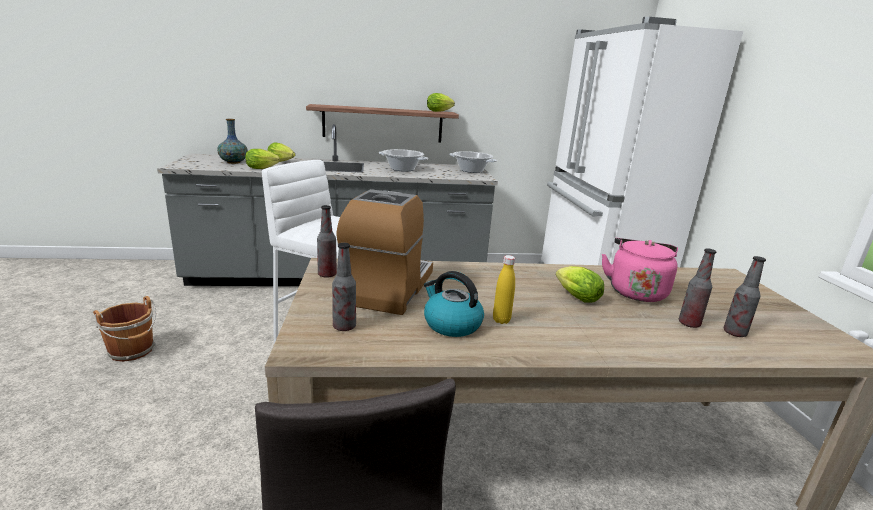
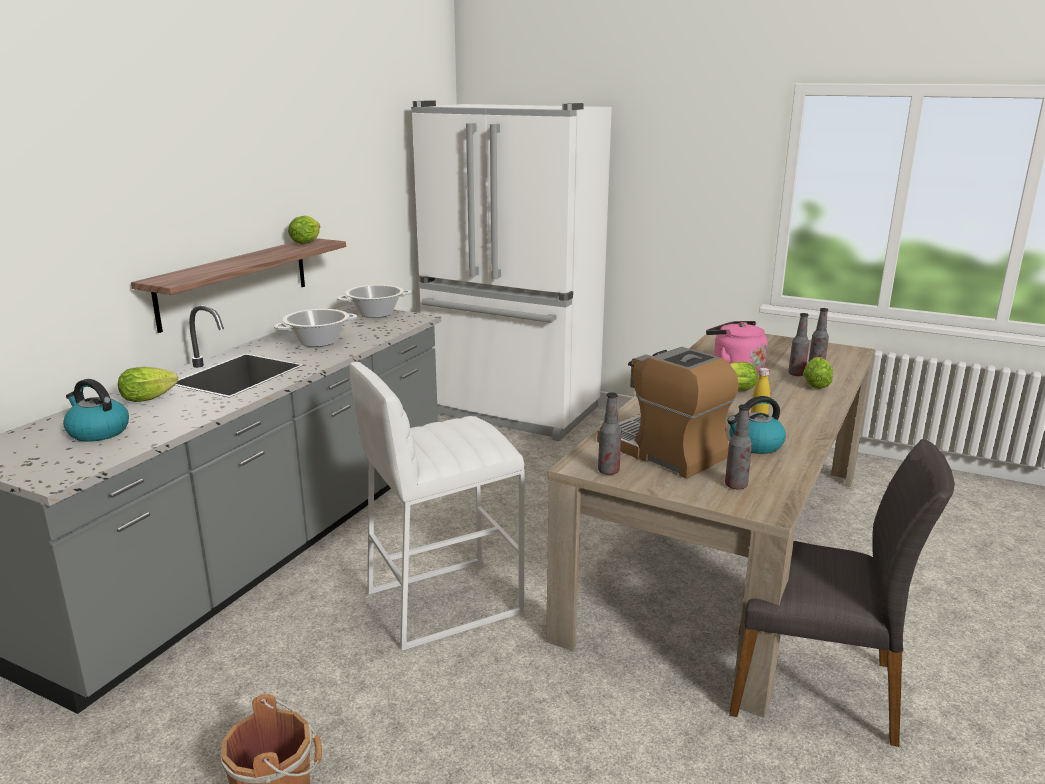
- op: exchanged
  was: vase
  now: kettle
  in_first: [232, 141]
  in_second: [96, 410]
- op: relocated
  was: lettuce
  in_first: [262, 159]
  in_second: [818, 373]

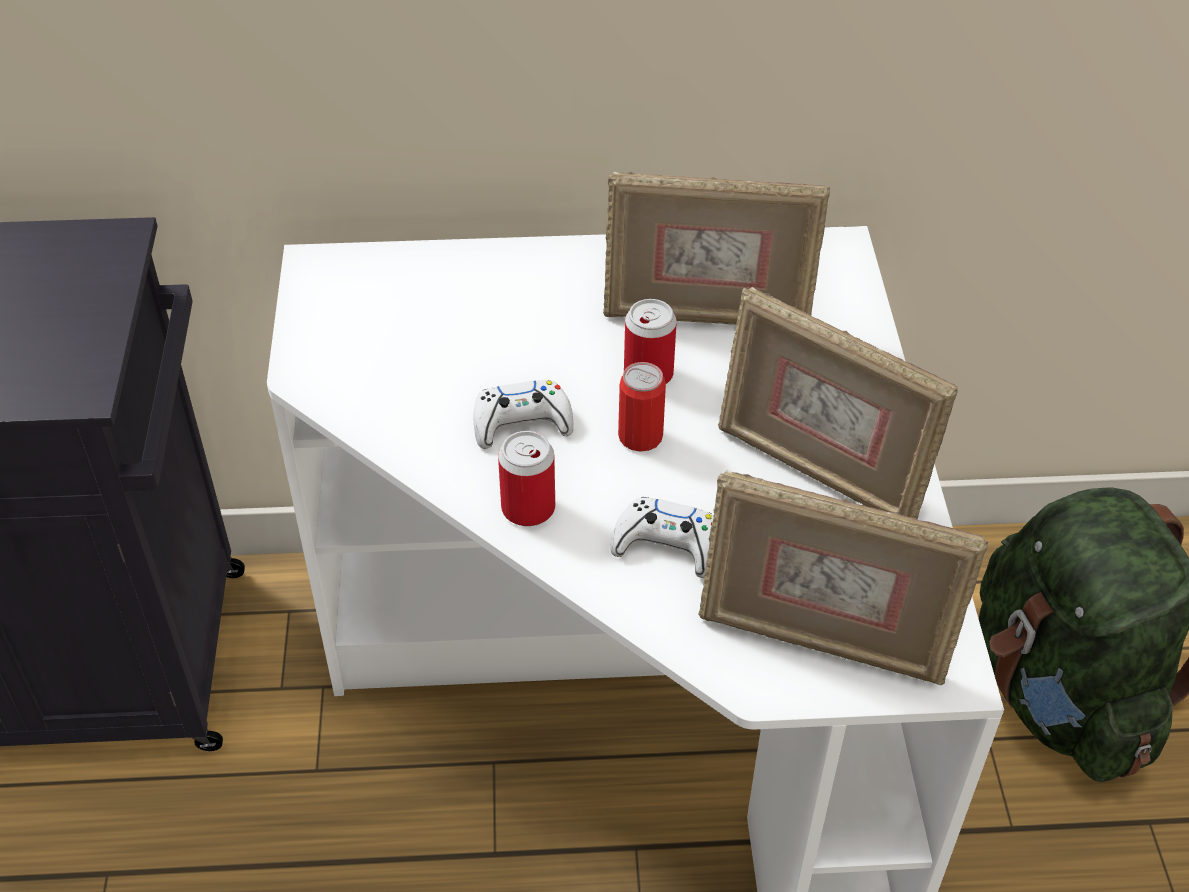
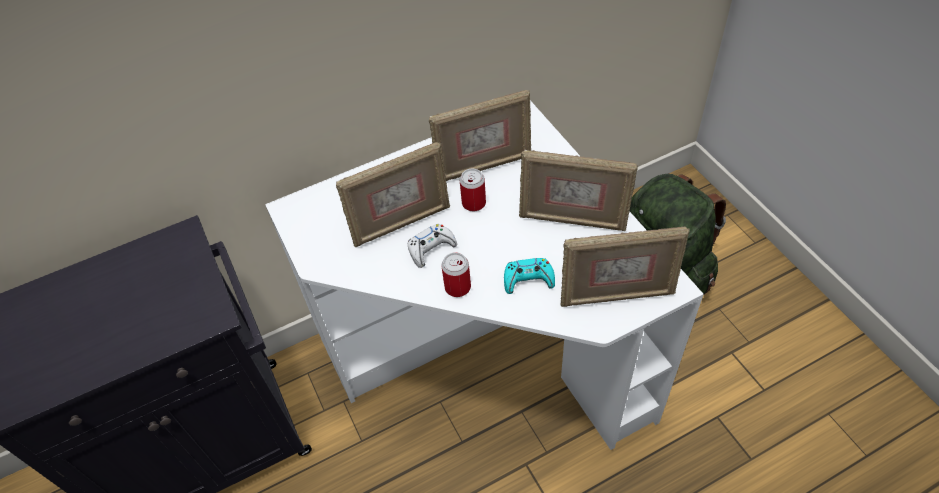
- op: colour
  was: white game controller
  now: turquoise game controller
  in_first: [662, 537]
  in_second: [529, 276]
- op: missing
  was: can
  in_first: [642, 407]
- op: appeared
  now: picture frame
  in_second: [393, 194]

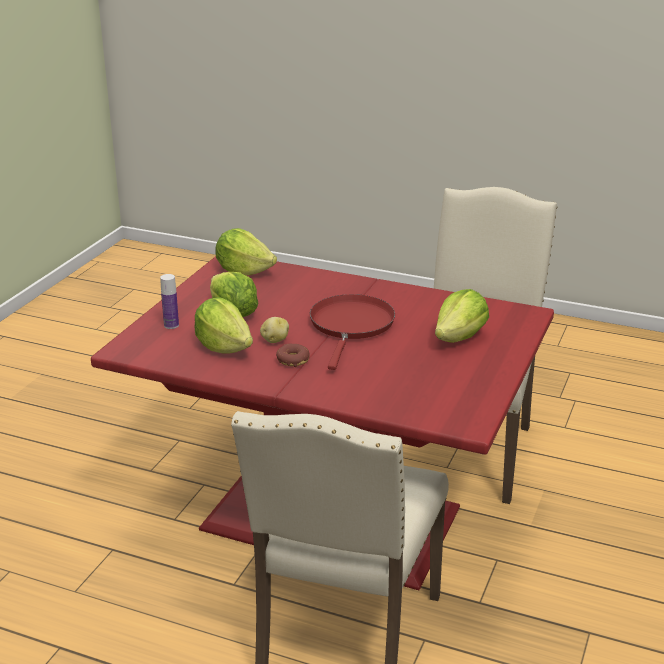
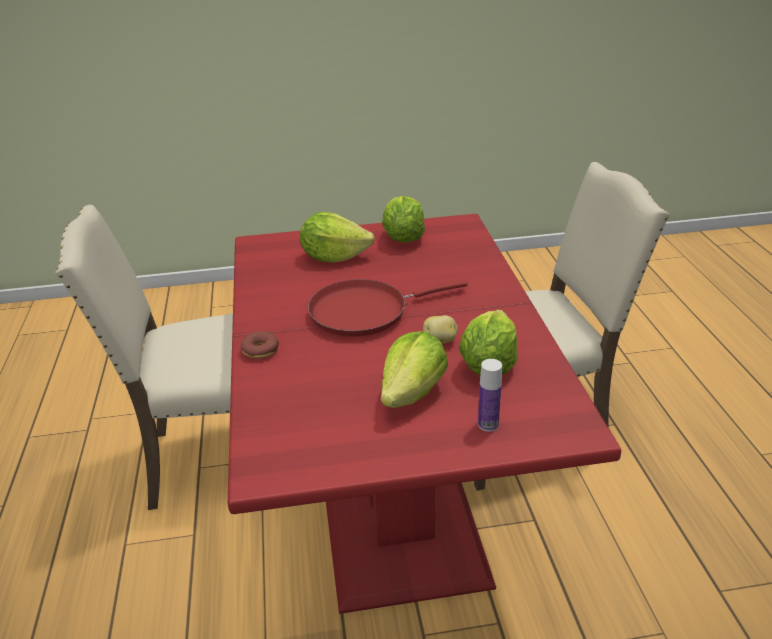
- op: relocated
  was: lettuce
  in_first: [246, 251]
  in_second: [403, 219]
- op: relocated
  was: donut
  in_first: [292, 355]
  in_second: [259, 345]

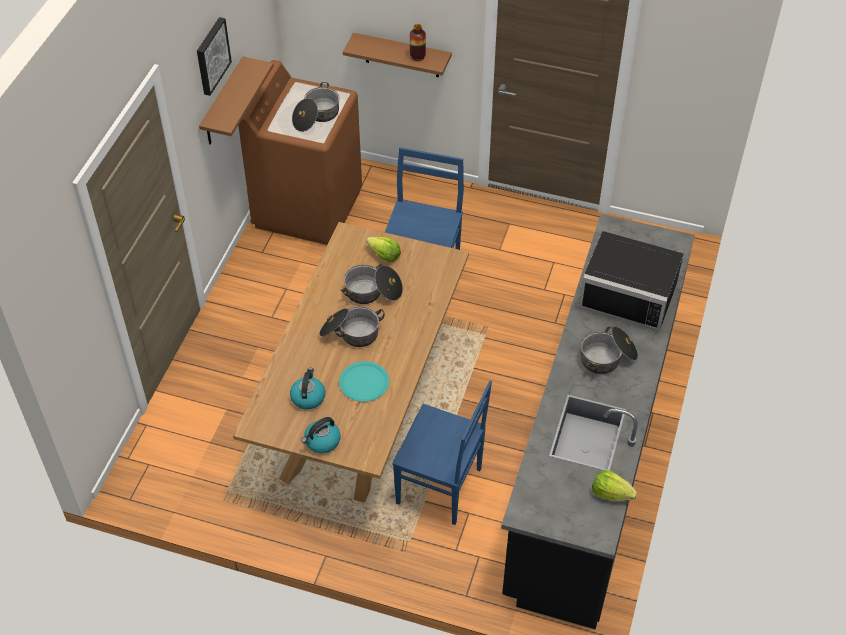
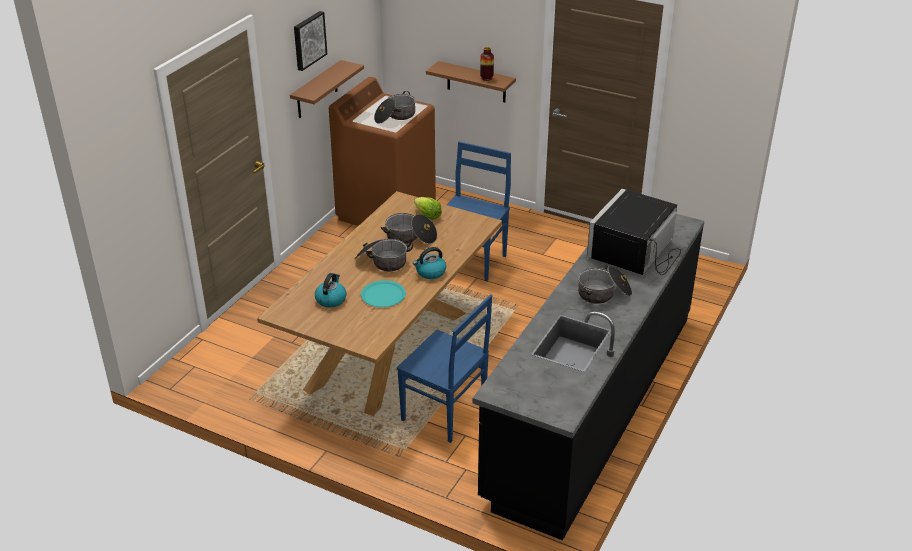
- op: relocated
  was: kettle
  in_first: [320, 435]
  in_second: [429, 263]
- op: spun
  was: black microwave
  in_first: [631, 281]
  in_second: [634, 232]
  clockwise: 90
- op: missing
  was: lettuce
  in_first: [615, 485]

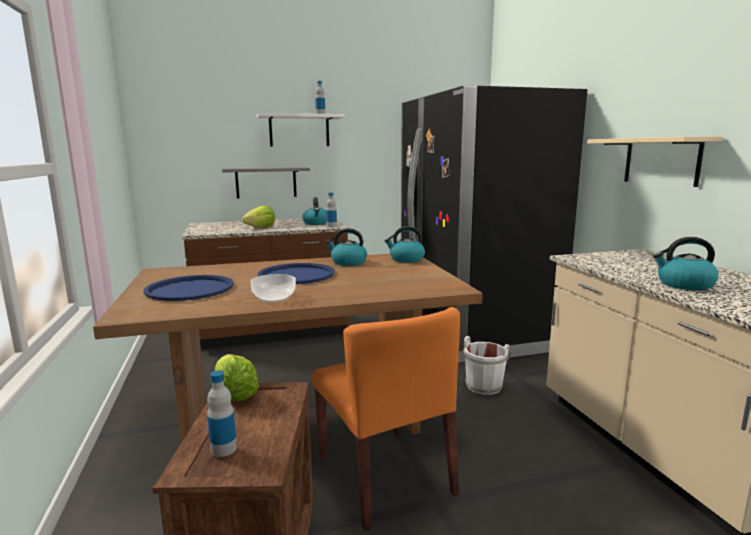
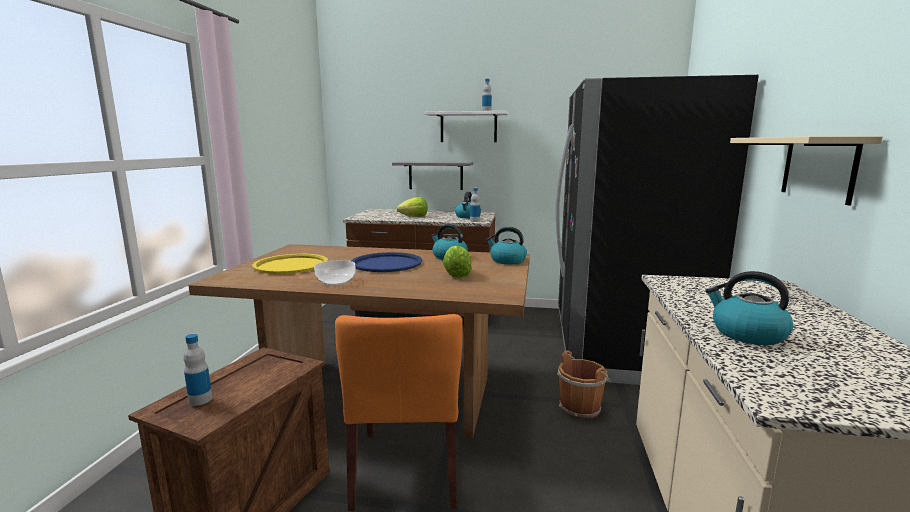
- op: colour
  was: blue tray
  now: yellow tray
  in_first: [188, 288]
  in_second: [290, 264]
- op: relocated
  was: lettuce
  in_first: [237, 377]
  in_second: [457, 261]
- op: colour
  was: white bucket
  now: brown bucket
  in_first: [487, 365]
  in_second: [584, 384]

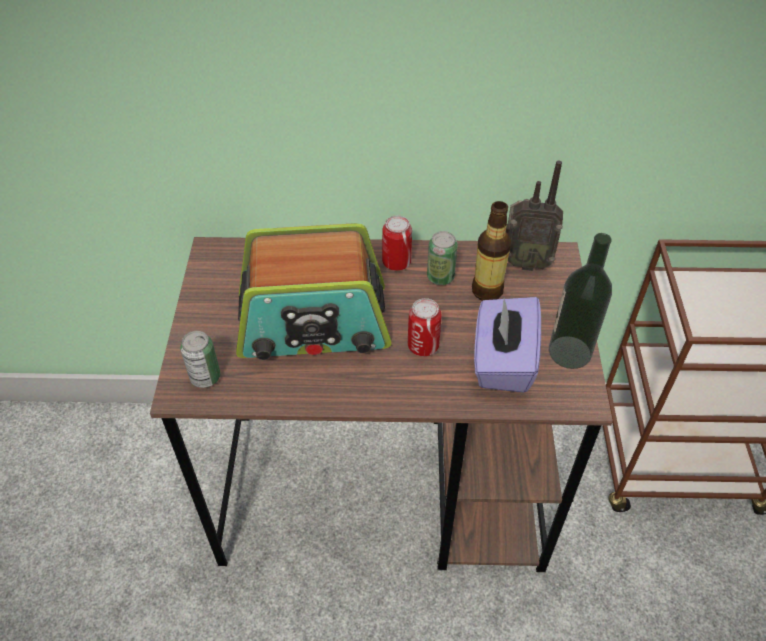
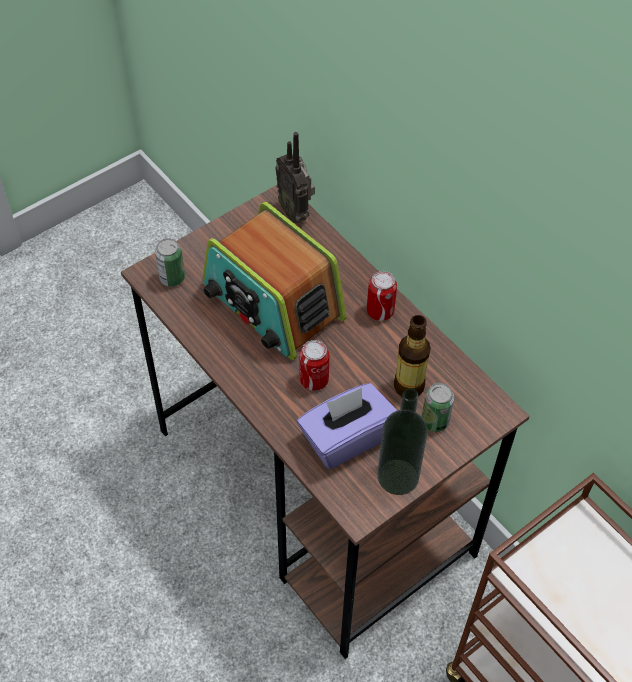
- op: relocated
  was: can
  in_first: [442, 258]
  in_second: [438, 407]
- op: relocated
  was: radio
  in_first: [534, 216]
  in_second: [295, 177]

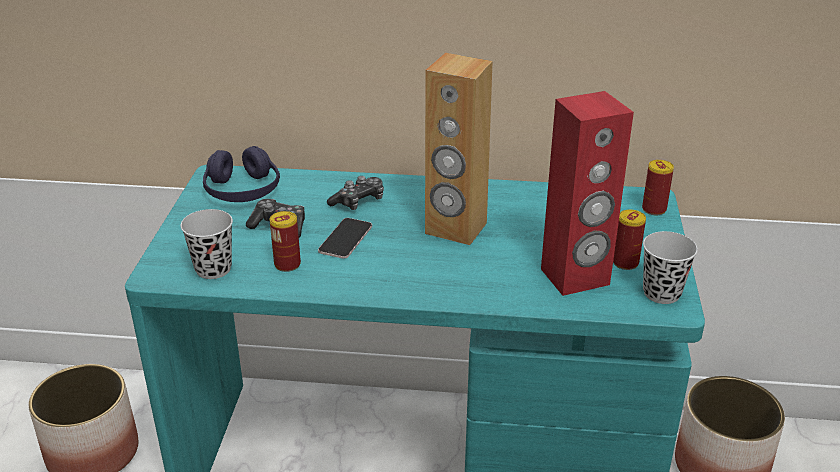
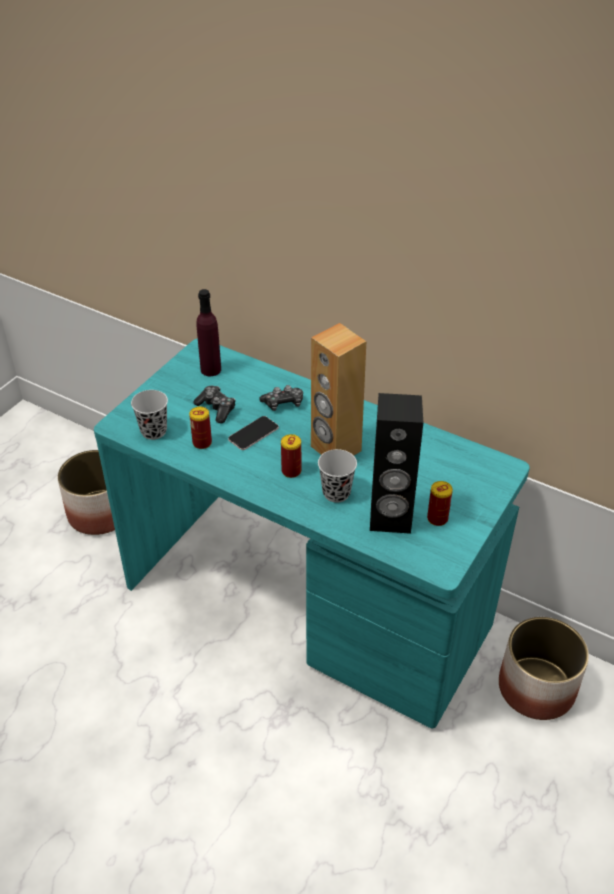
- op: exchanged
  was: purple headphones
  now: purple bottle
  in_first: [241, 174]
  in_second: [208, 332]
- op: colour
  was: red speaker
  now: black speaker
  in_first: [587, 193]
  in_second: [396, 463]
- op: relocated
  was: can
  in_first: [658, 187]
  in_second: [291, 456]
- op: relocated
  was: black cup
  in_first: [670, 267]
  in_second: [337, 476]

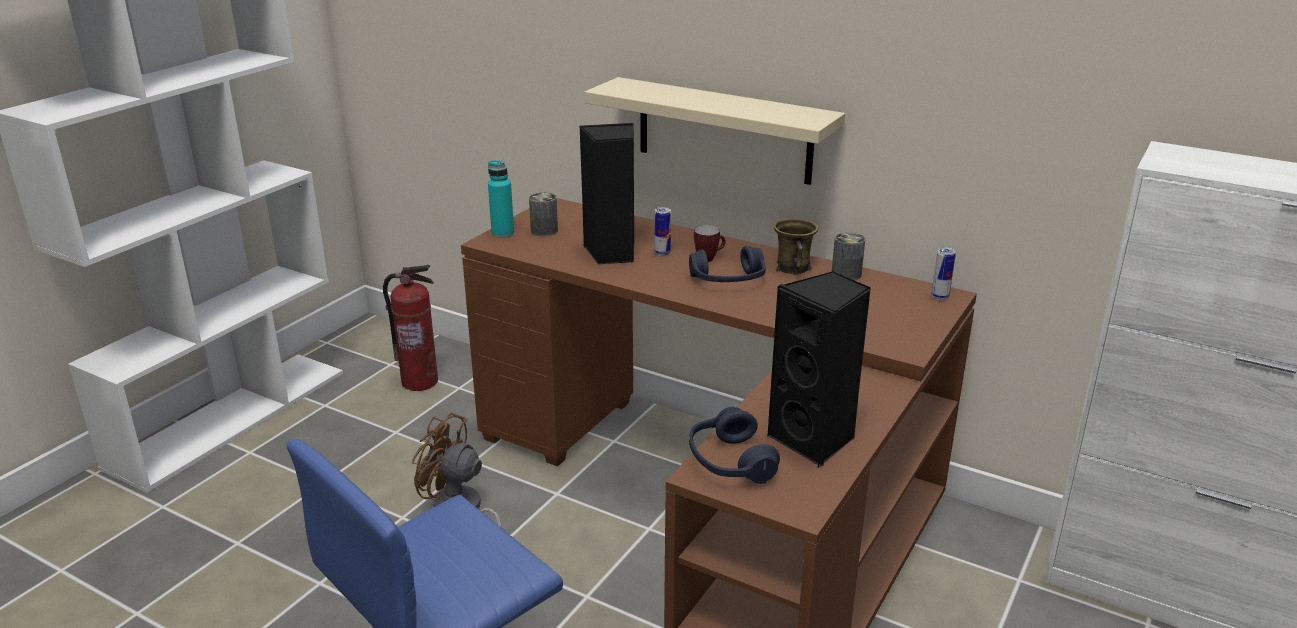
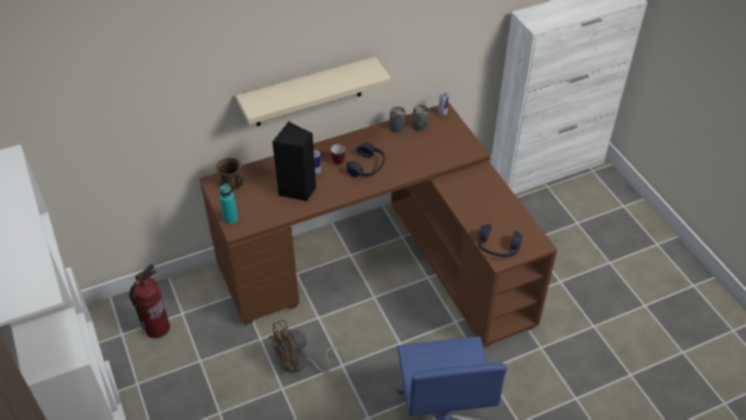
- op: relocated
  was: can
  in_first: [543, 214]
  in_second: [420, 118]
- op: missing
  was: black speaker
  in_first: [819, 369]
- op: relocated
  was: brown mug
  in_first: [796, 246]
  in_second: [229, 173]

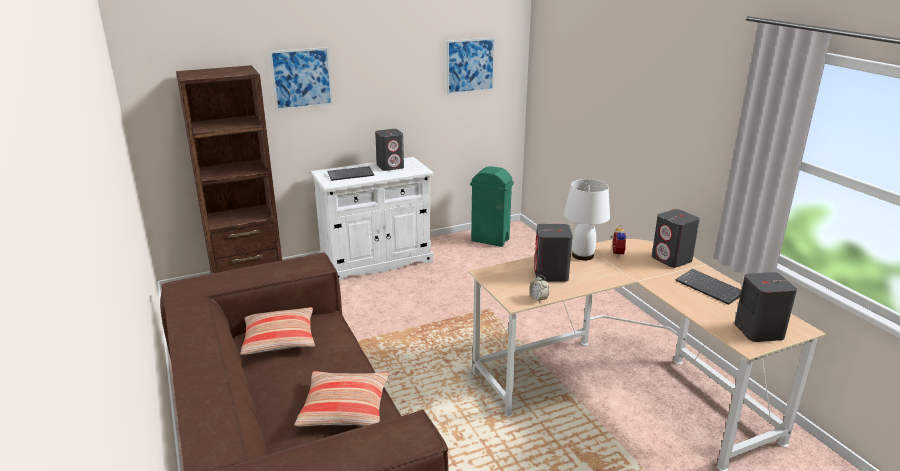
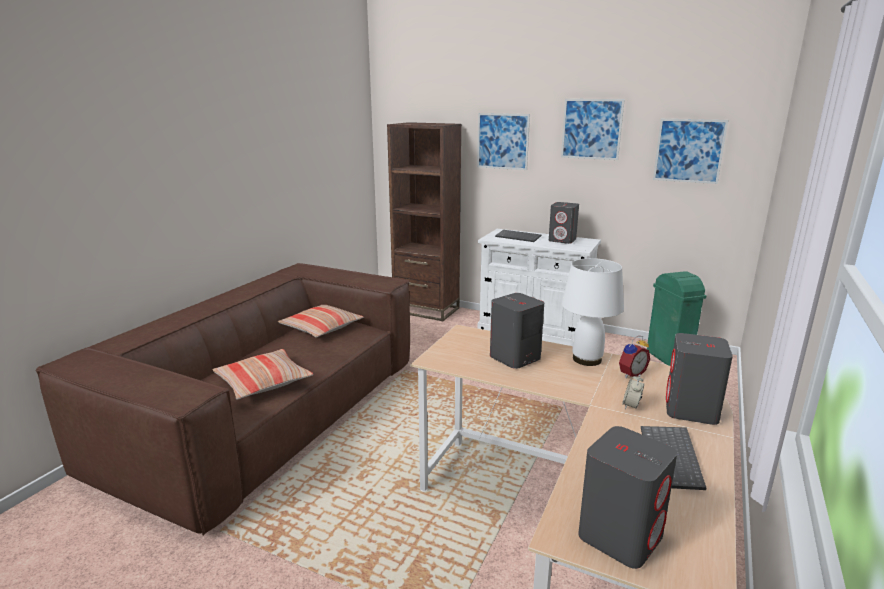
- op: relocated
  was: alarm clock
  in_first: [539, 289]
  in_second: [633, 391]
- op: appeared
  now: picture
  in_second: [593, 129]

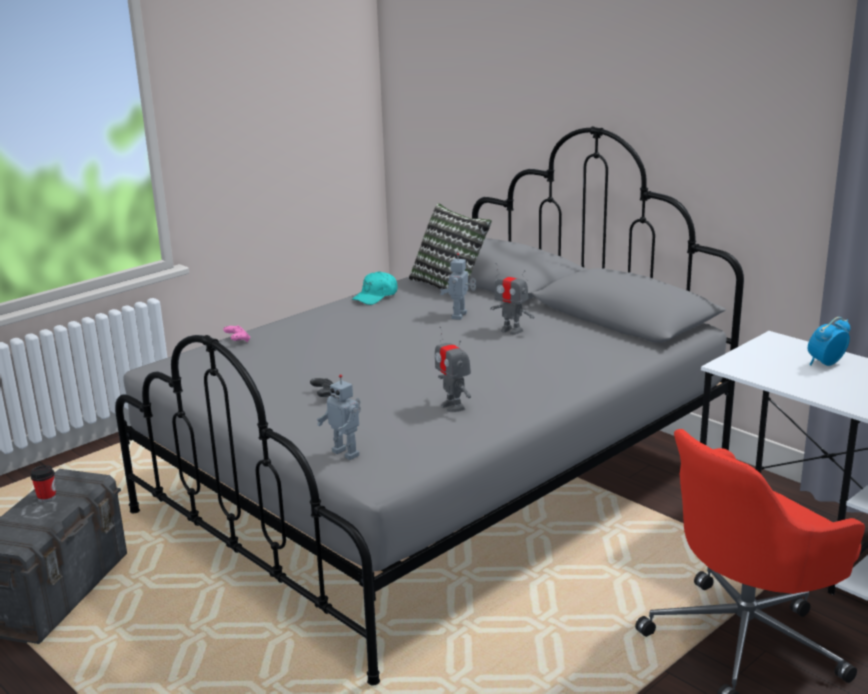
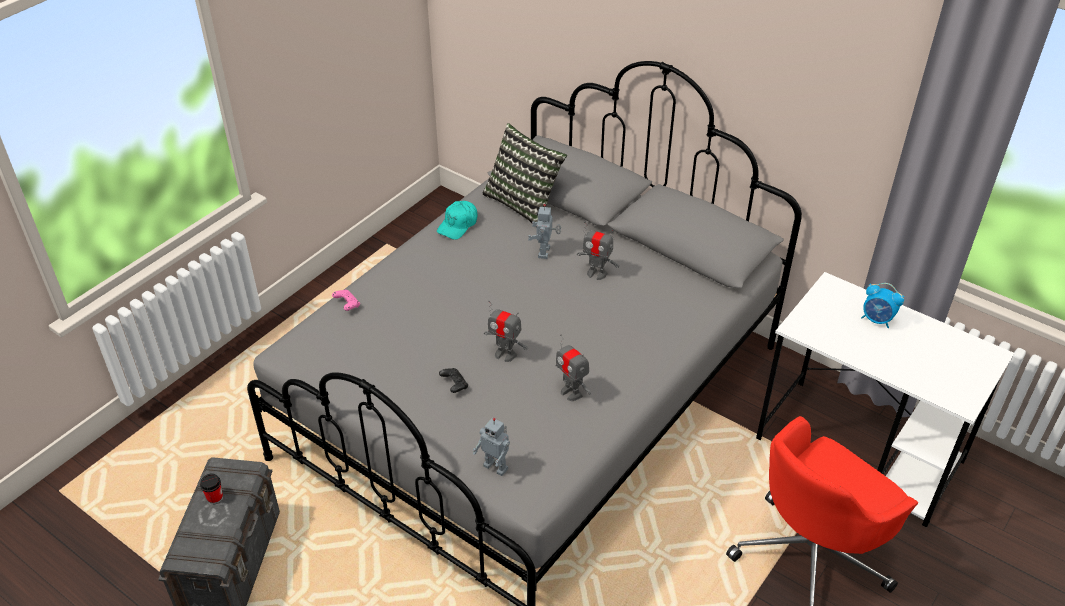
- op: spun
  was: alarm clock
  in_first: [829, 341]
  in_second: [882, 305]
  clockwise: -105
- op: appeared
  now: toy robot
  in_second: [506, 331]

